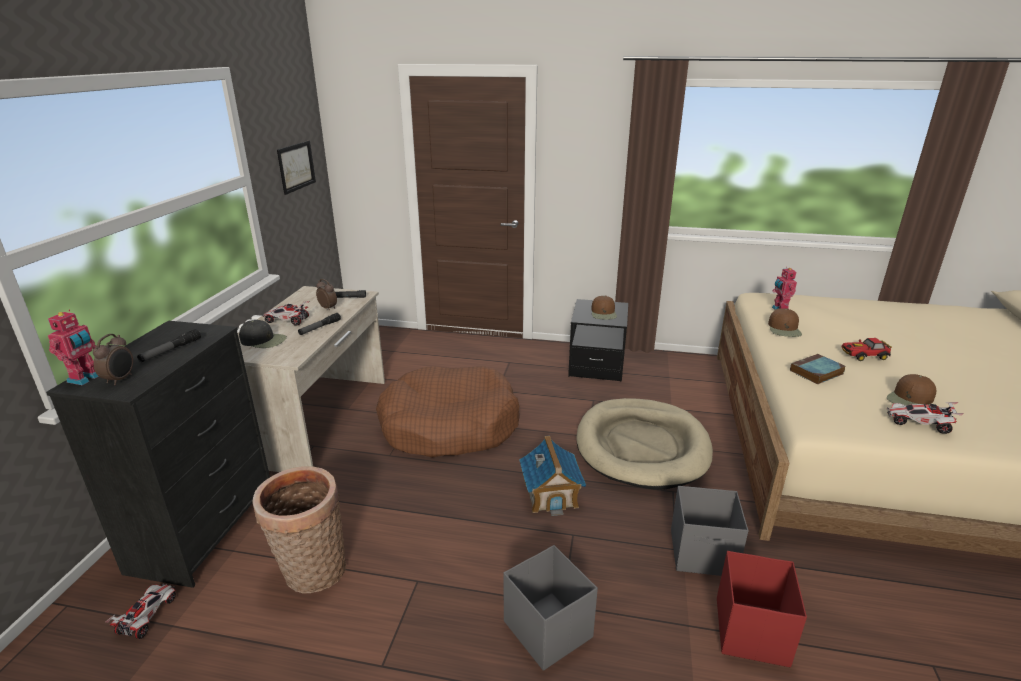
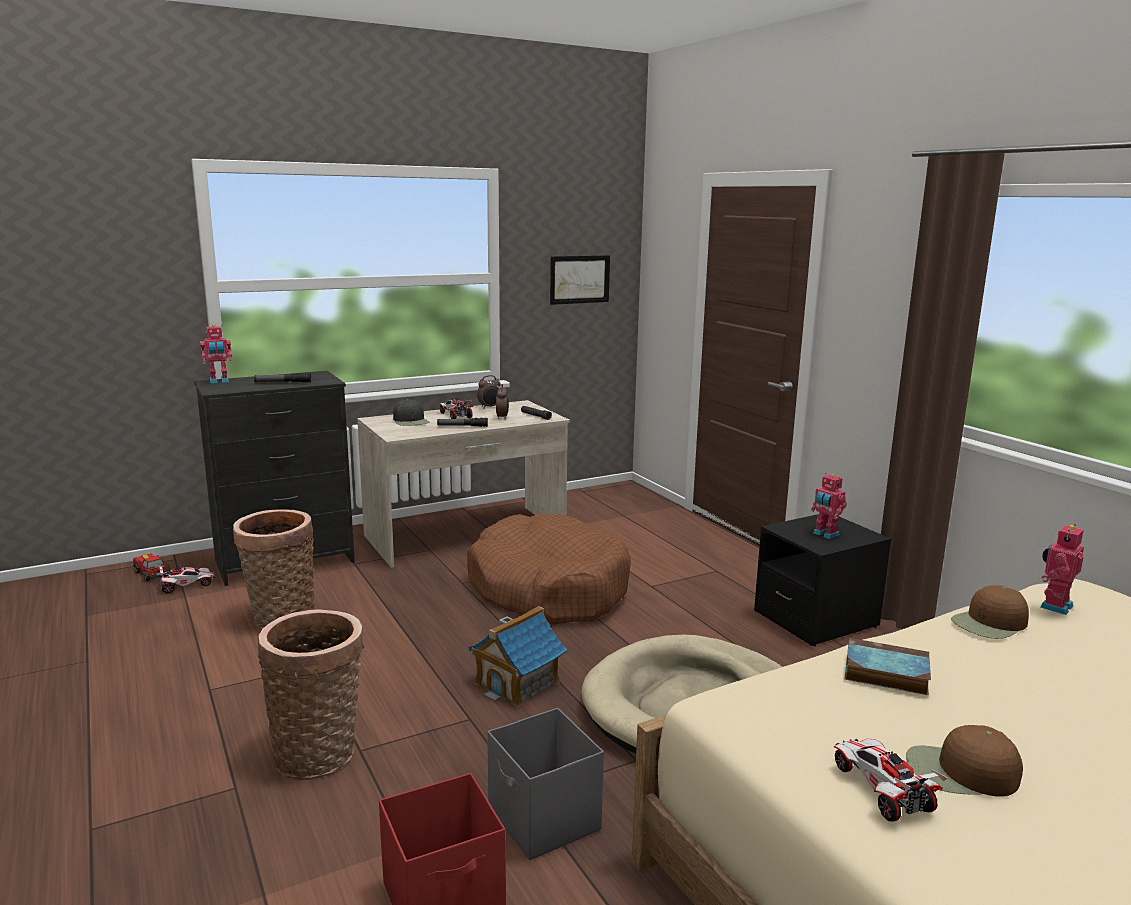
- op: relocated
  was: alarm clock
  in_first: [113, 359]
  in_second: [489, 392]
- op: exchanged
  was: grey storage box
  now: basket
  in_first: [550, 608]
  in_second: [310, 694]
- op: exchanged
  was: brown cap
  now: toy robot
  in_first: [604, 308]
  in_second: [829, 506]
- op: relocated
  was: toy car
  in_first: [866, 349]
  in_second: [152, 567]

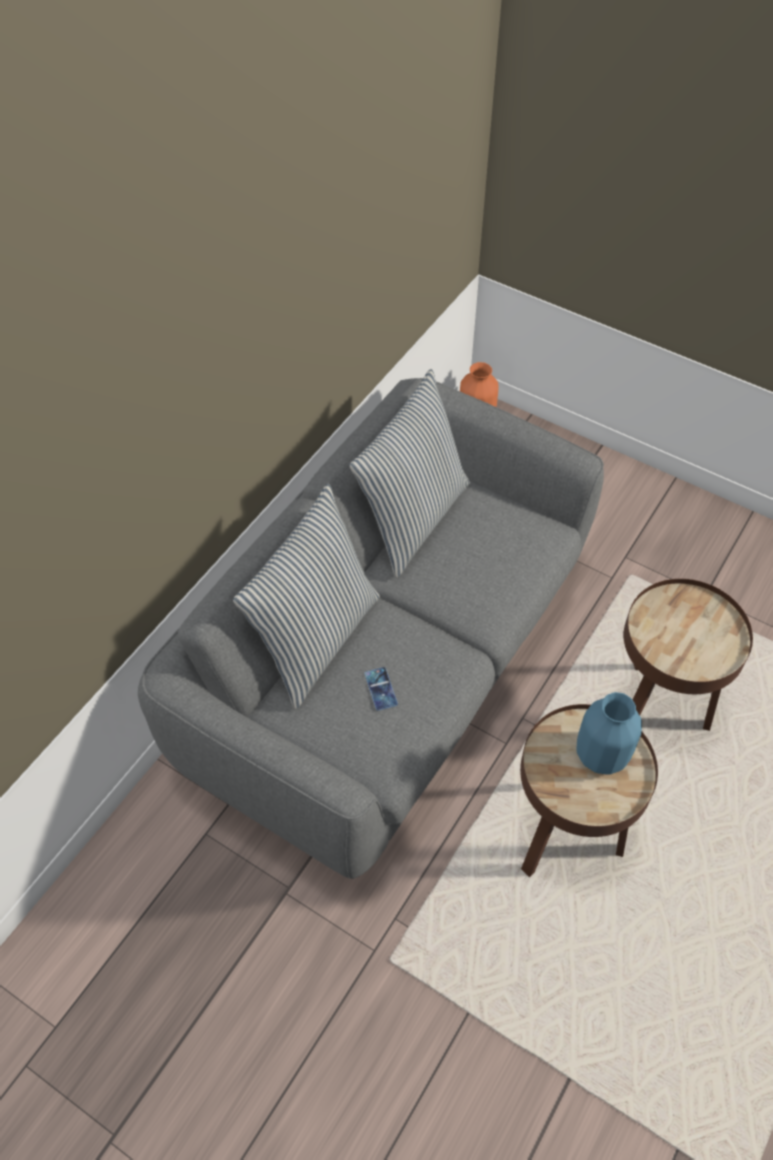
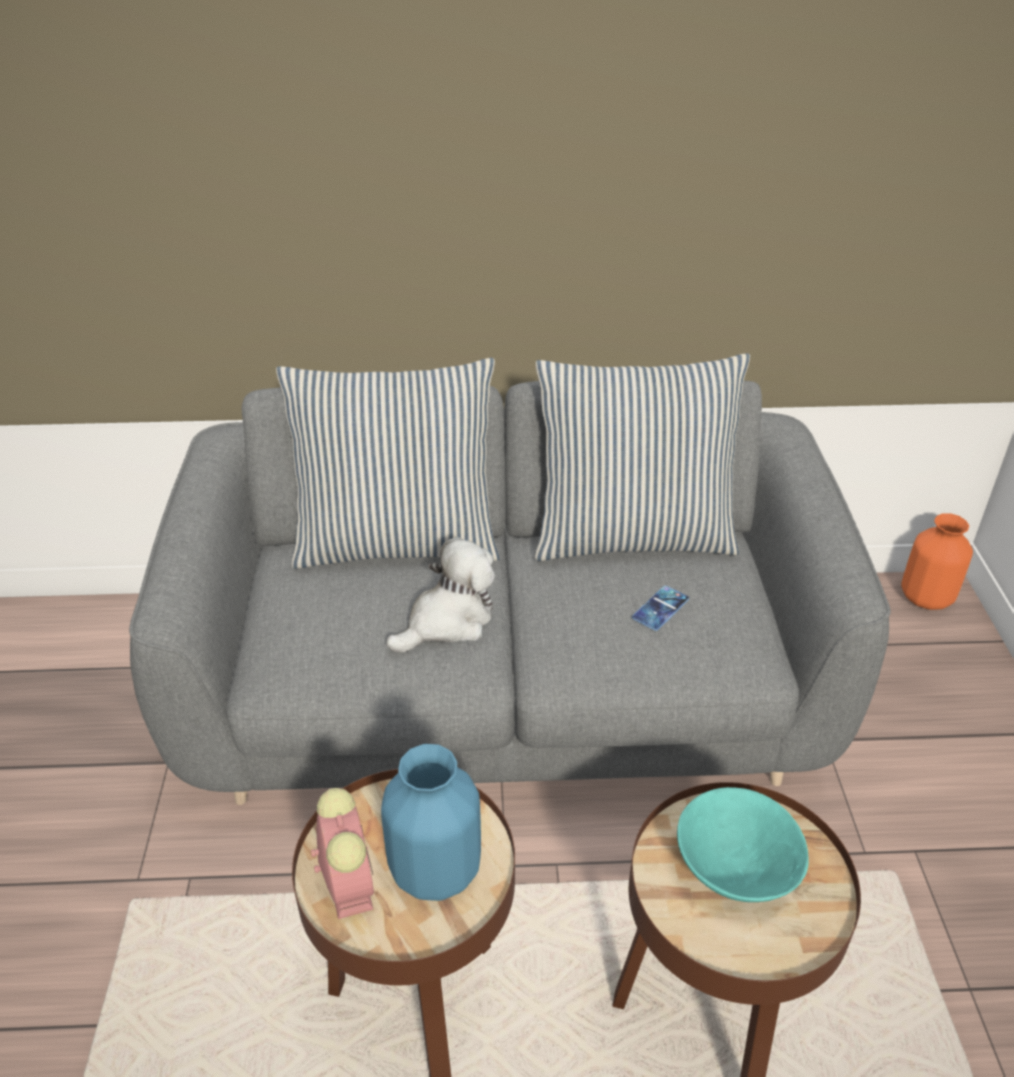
- op: relocated
  was: phone
  in_first: [381, 689]
  in_second: [660, 608]
- op: appeared
  now: alarm clock
  in_second: [342, 853]
- op: appeared
  now: plush toy
  in_second: [440, 595]
- op: appeared
  now: turquoise bowl
  in_second: [743, 844]

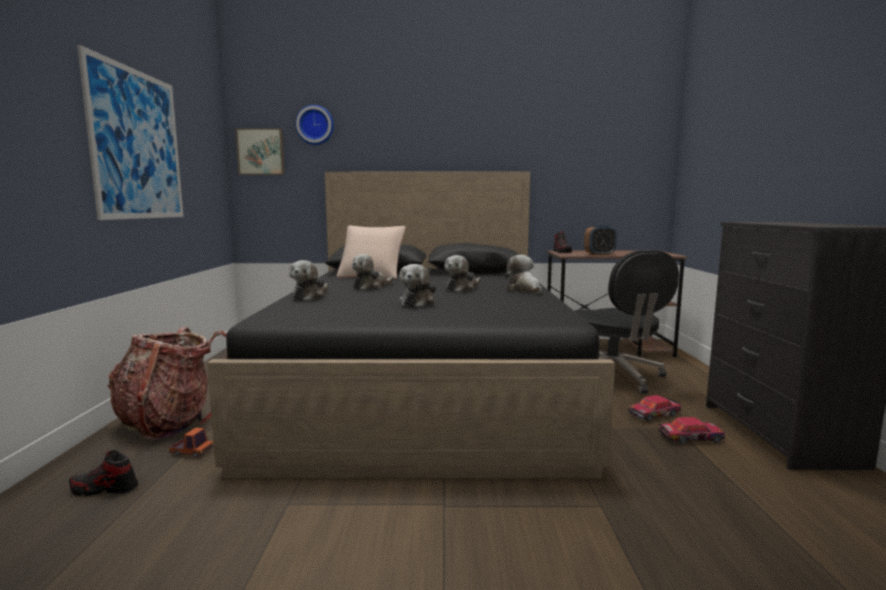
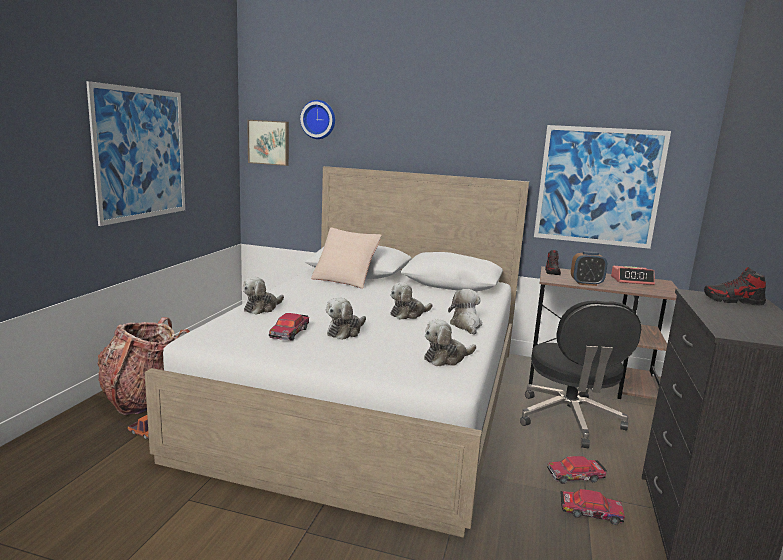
- op: relocated
  was: shoe
  in_first: [103, 473]
  in_second: [735, 286]
- op: colour
  was: black bed
  now: white bed
  in_first: [411, 325]
  in_second: [337, 352]
- op: relocated
  was: plush toy
  in_first: [373, 272]
  in_second: [450, 343]
- op: appeared
  now: toy car
  in_second: [289, 327]
- op: appeared
  now: picture
  in_second: [602, 187]
- op: appeared
  now: alarm clock
  in_second: [633, 275]

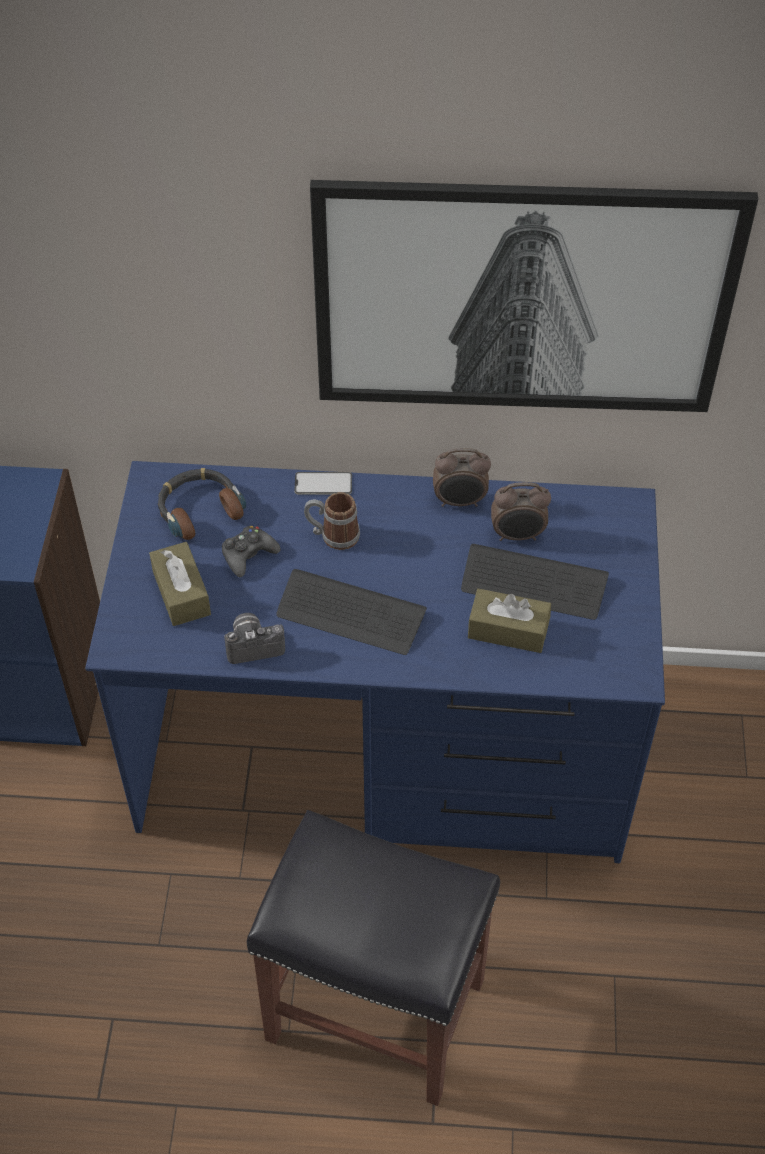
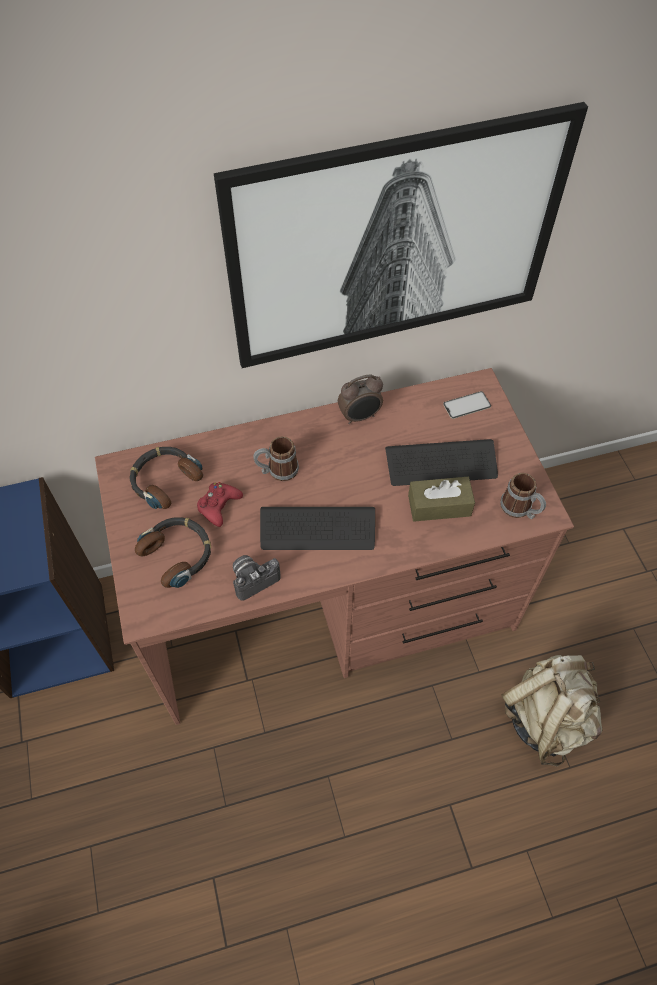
- op: colour
  was: blue desk
  now: brown desk
  in_first: [375, 662]
  in_second: [334, 546]
- op: exchanged
  was: brown tissue box
  now: headphones
  in_first: [180, 584]
  in_second: [173, 552]
- op: colour
  was: black game controller
  now: red game controller
  in_first: [251, 551]
  in_second: [220, 504]
- op: missing
  was: black stool
  in_first: [373, 958]
- op: relocated
  was: phone
  in_first: [323, 483]
  in_second: [467, 405]
- op: missing
  was: alarm clock
  in_first: [521, 511]
- op: appeared
  now: mug
  in_second: [523, 496]
- op: appeared
  now: beige backpack
  in_second: [551, 711]

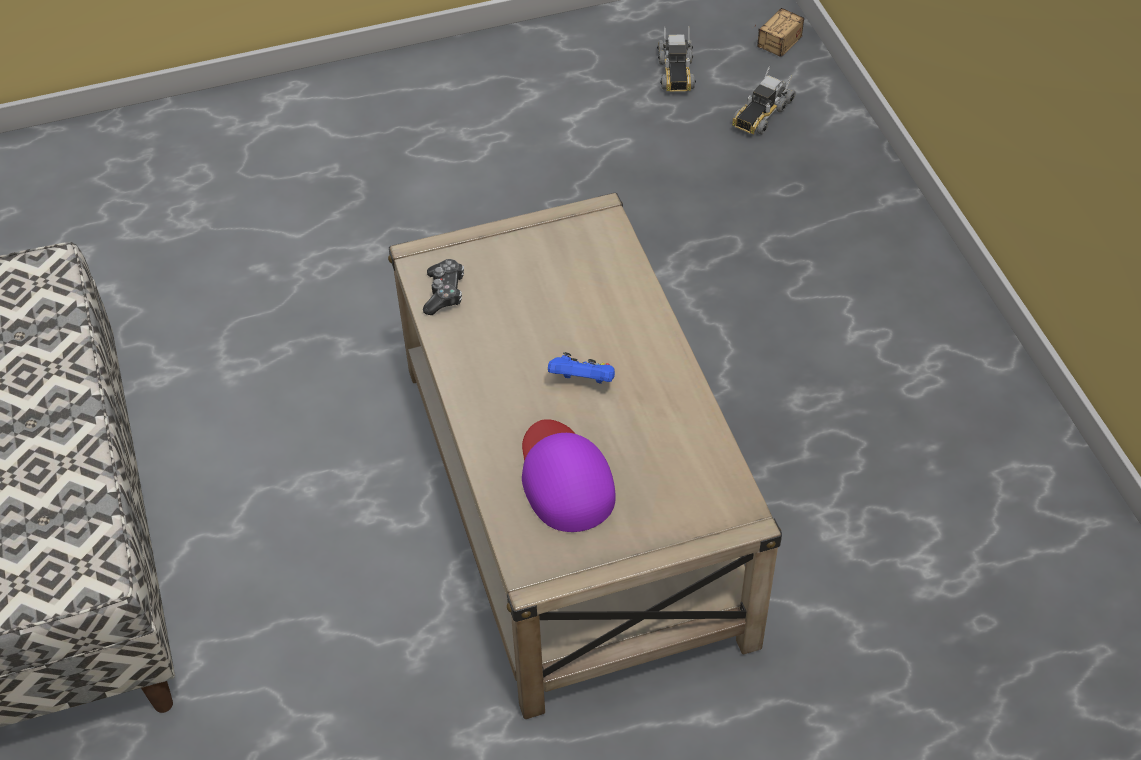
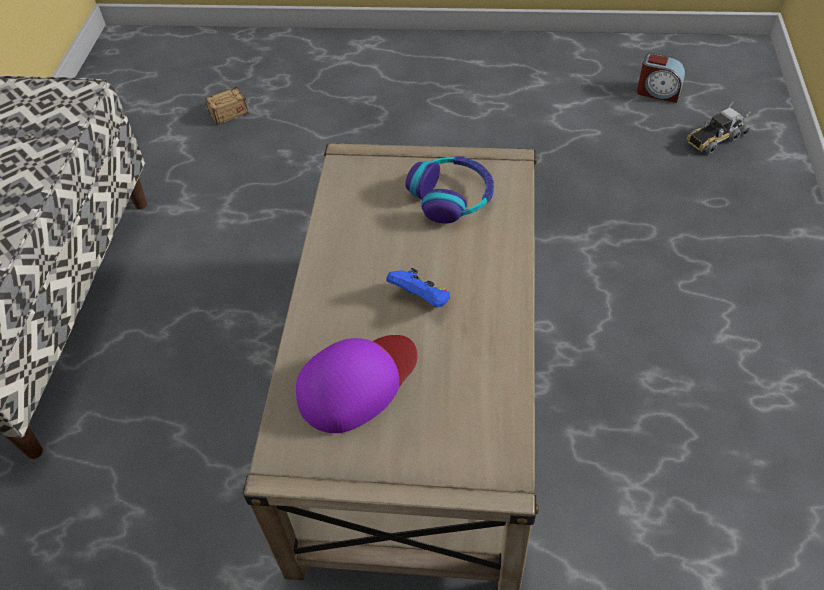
- op: missing
  was: game controller
  in_first: [443, 287]
- op: spun
  was: purple cap
  in_first: [569, 475]
  in_second: [356, 384]
  clockwise: 45
- op: exchanged
  was: toy truck
  now: alarm clock
  in_first: [676, 59]
  in_second: [661, 78]
- op: relocated
  was: storage box
  in_first: [779, 32]
  in_second: [201, 105]
- op: appeared
  now: headphones
  in_second: [449, 190]

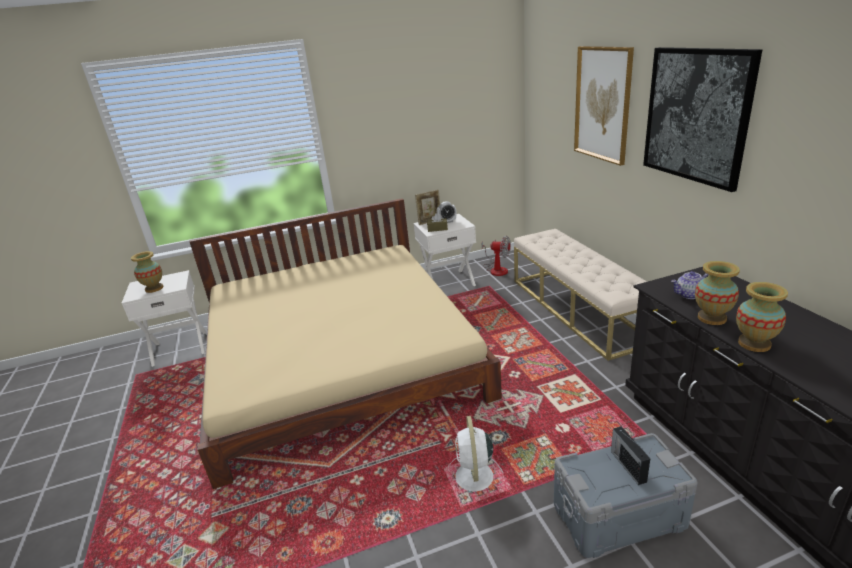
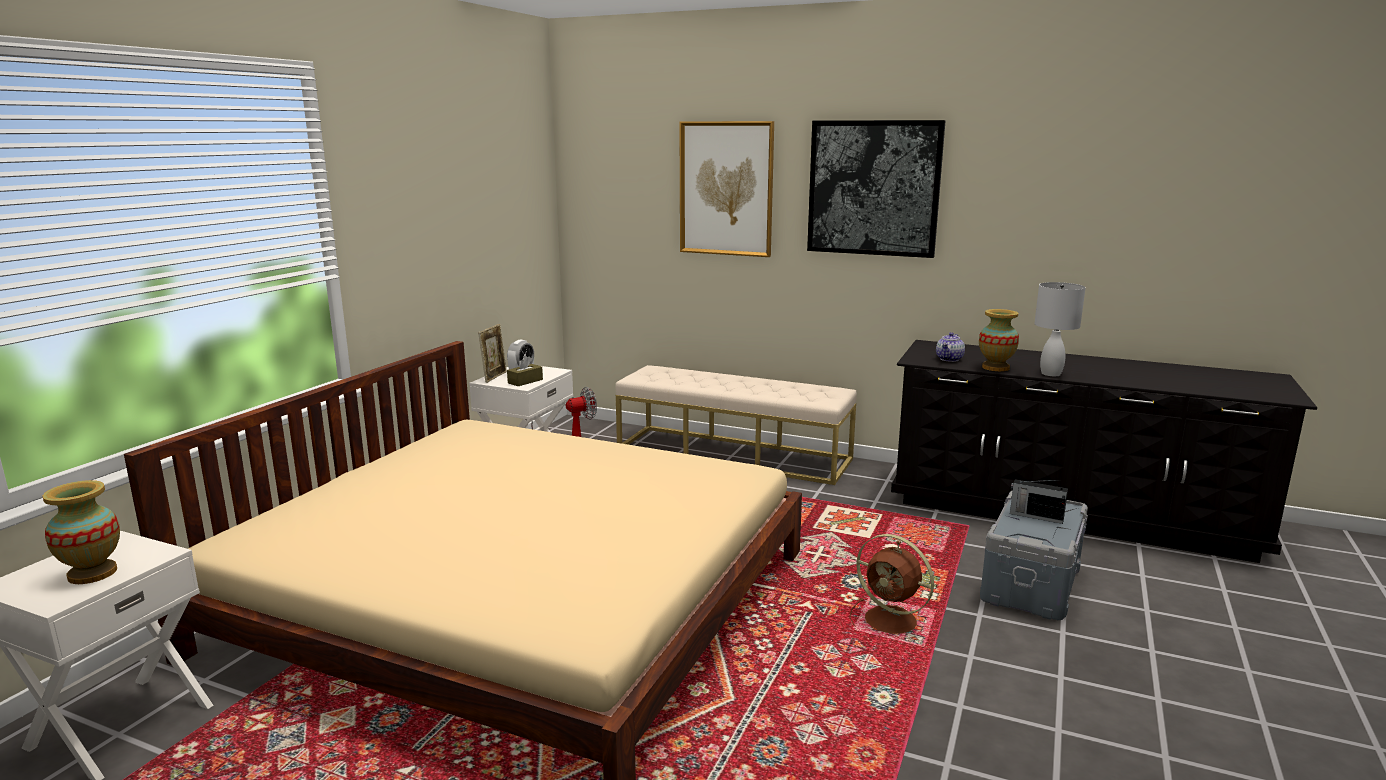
- op: colour
  was: white fan
  now: brown fan
  in_first: [475, 453]
  in_second: [891, 584]
- op: exchanged
  was: vase
  now: white table lamp
  in_first: [762, 317]
  in_second: [1060, 329]

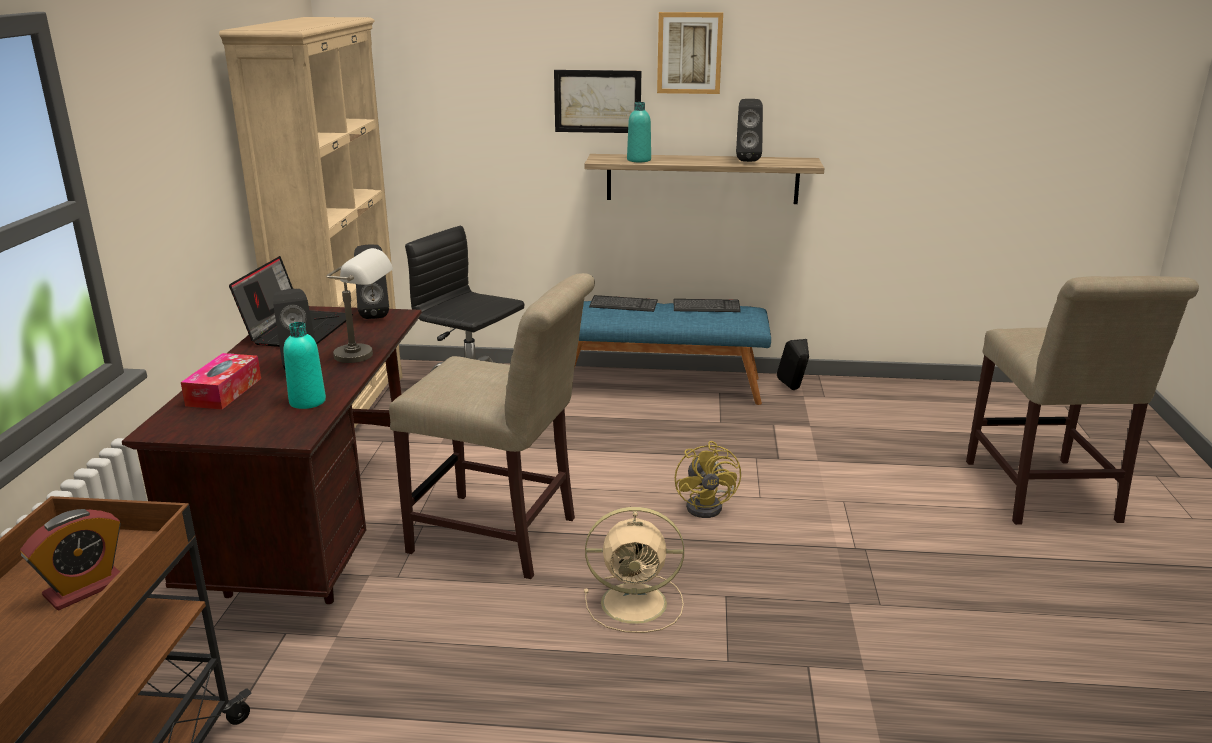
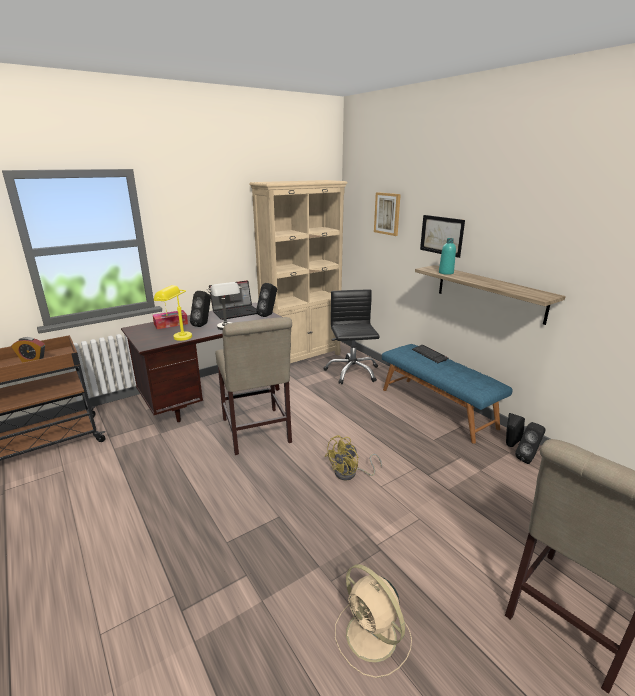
- op: exchanged
  was: turquoise bottle
  now: yellow table lamp
  in_first: [305, 365]
  in_second: [173, 313]
- op: relocated
  was: beige fan
  in_first: [634, 570]
  in_second: [373, 621]
- op: relocated
  was: picture
  in_first: [690, 53]
  in_second: [387, 214]
- op: missing
  was: keyboard
  in_first: [707, 305]
- op: relocated
  was: black speaker
  in_first: [749, 130]
  in_second: [530, 443]

